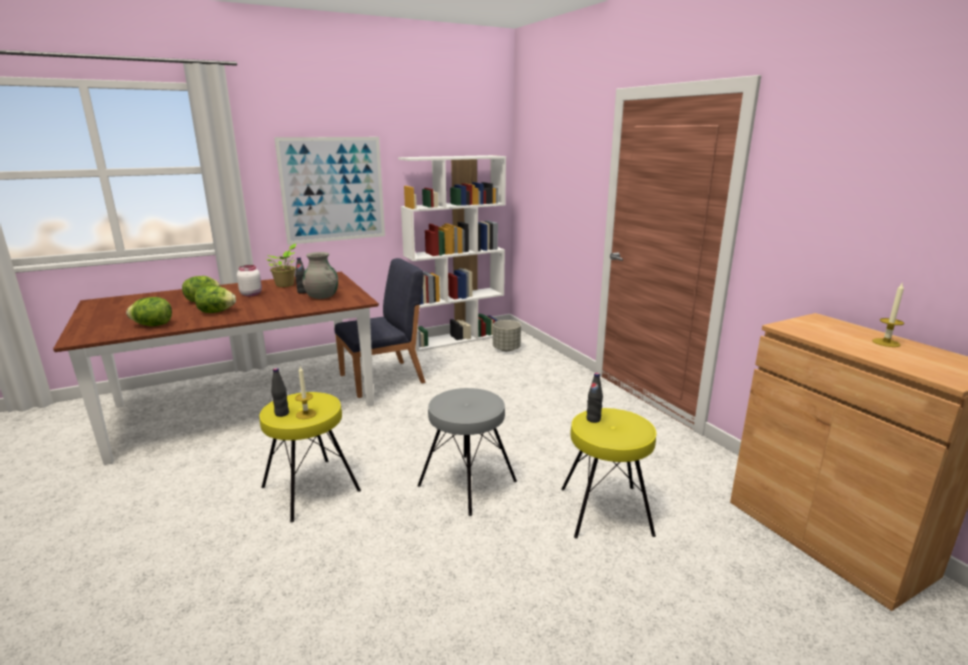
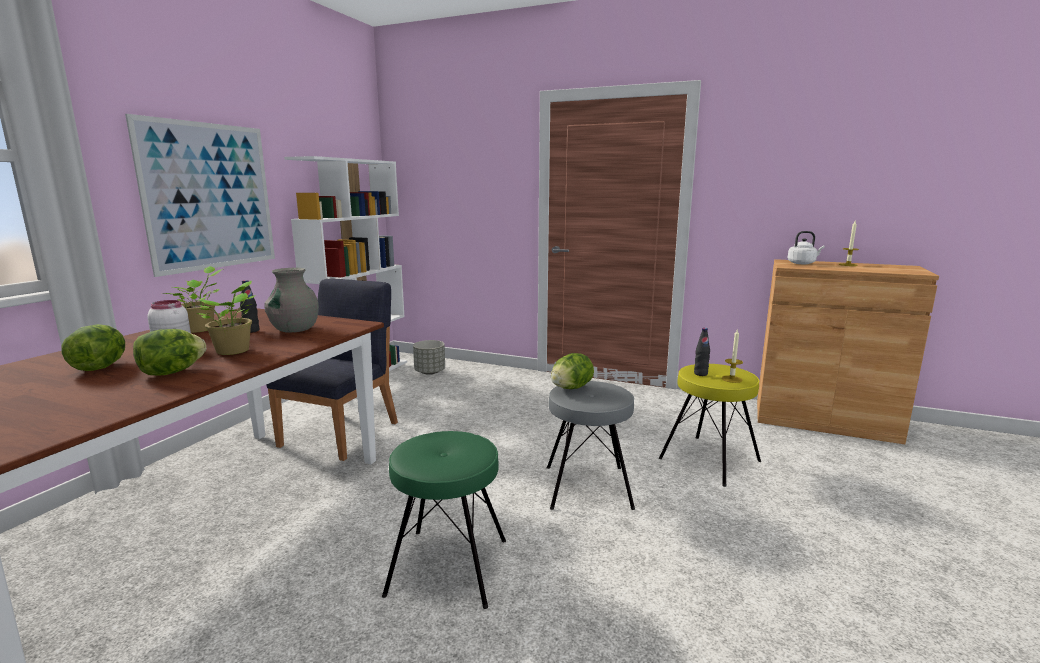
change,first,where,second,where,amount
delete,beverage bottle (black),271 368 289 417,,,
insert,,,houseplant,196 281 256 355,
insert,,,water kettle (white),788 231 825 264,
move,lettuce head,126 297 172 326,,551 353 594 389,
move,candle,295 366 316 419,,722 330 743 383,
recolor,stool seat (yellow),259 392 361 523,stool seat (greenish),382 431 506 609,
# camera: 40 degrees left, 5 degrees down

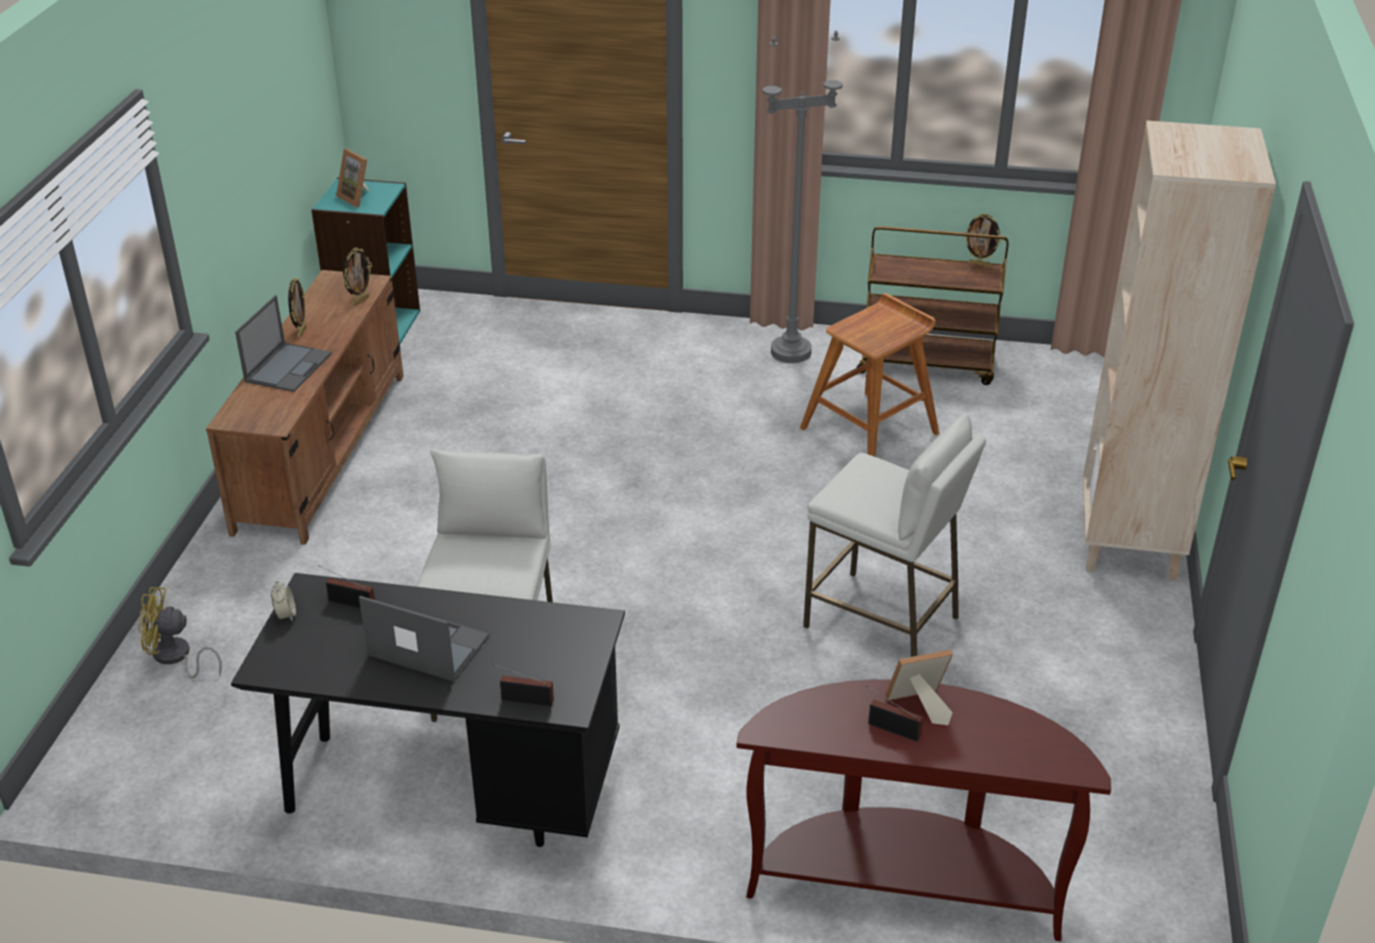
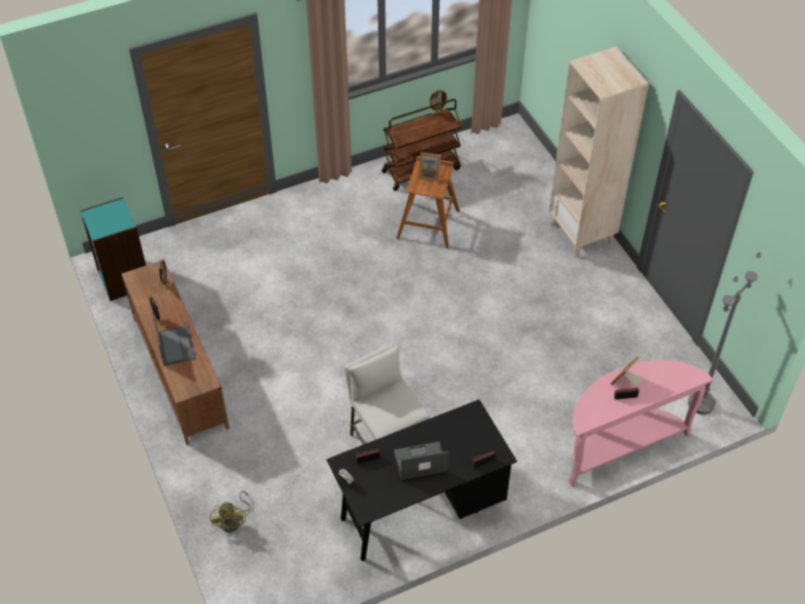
change,first,where,second,where,amount
delete,stool seat (white),803 414 986 657,,,
move,picture frame,336 149 369 207,,418 152 441 182,
move,floor lamp (greyish),763 30 843 363,,688 252 761 415,
recolor,console table (brownish),737 679 1111 941,console table (pink),569 360 713 486,
rotate,fan (yellow),138 587 222 679,,210 491 250 532,60 degrees counterclockwise
# camera: 35 degrees left, 15 degrees up

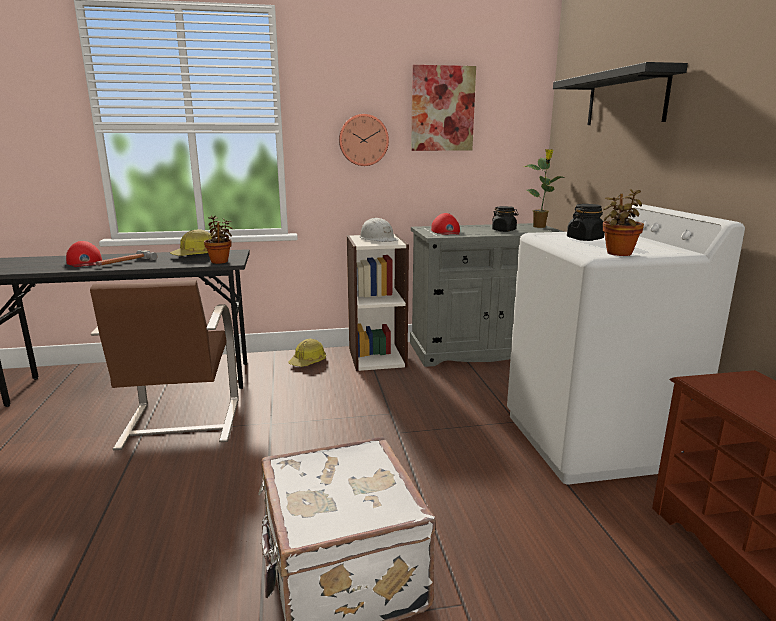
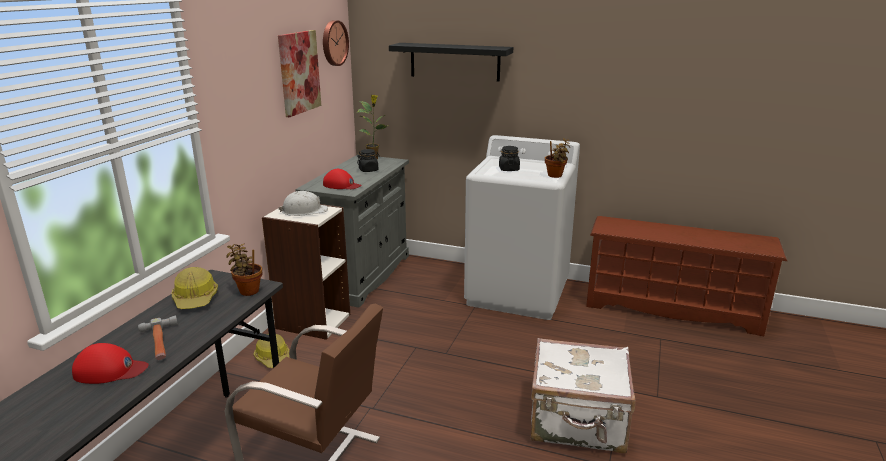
change,first,where,second,where,amount
move,wall clock,339 114 389 166,,323 20 349 66,
# camera: 60 degrees left, 5 degrees up

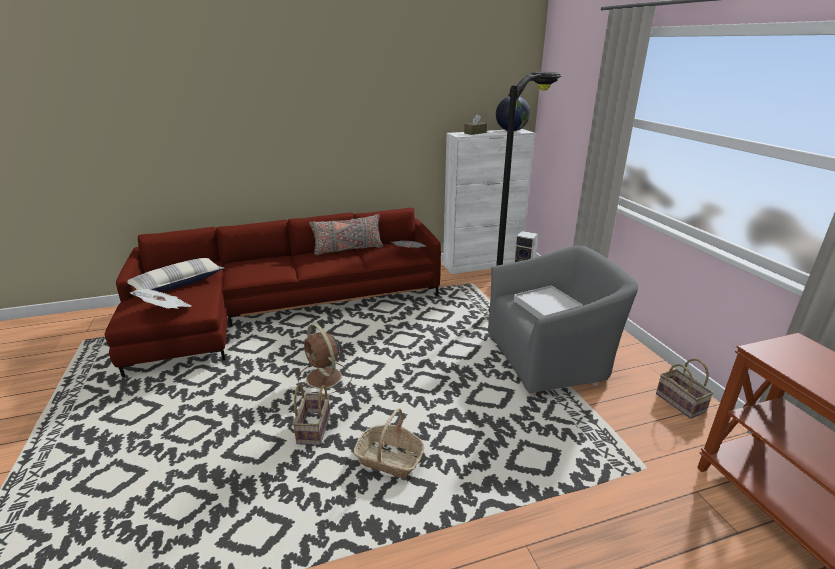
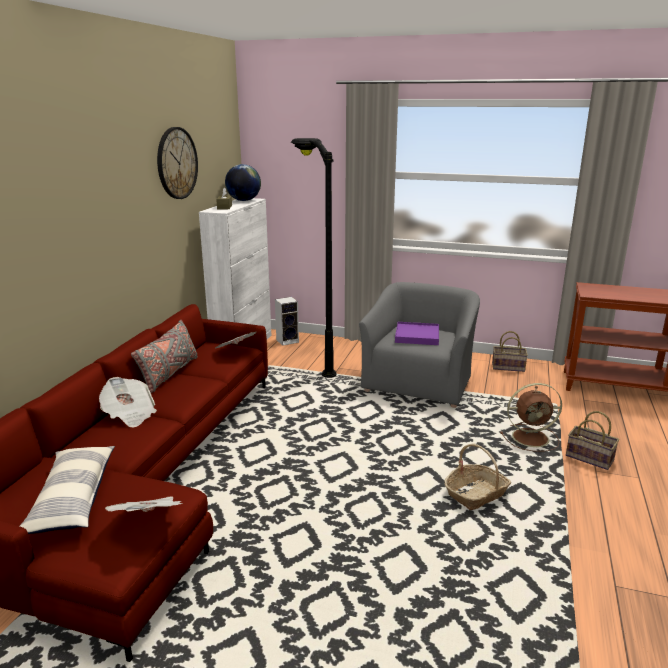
change,first,where,second,where,amount
insert,,,daily paper,99 377 157 427,
insert,,,wall clock,157 127 198 199,
move,basket,292 384 330 445,,566 411 619 470,
move,fan (brownish),297 324 352 394,,500 383 562 451,
recolor,tray (white),514 285 583 318,tray (purplish),395 322 439 345,
# camera: 55 degrees left, 5 degrees down

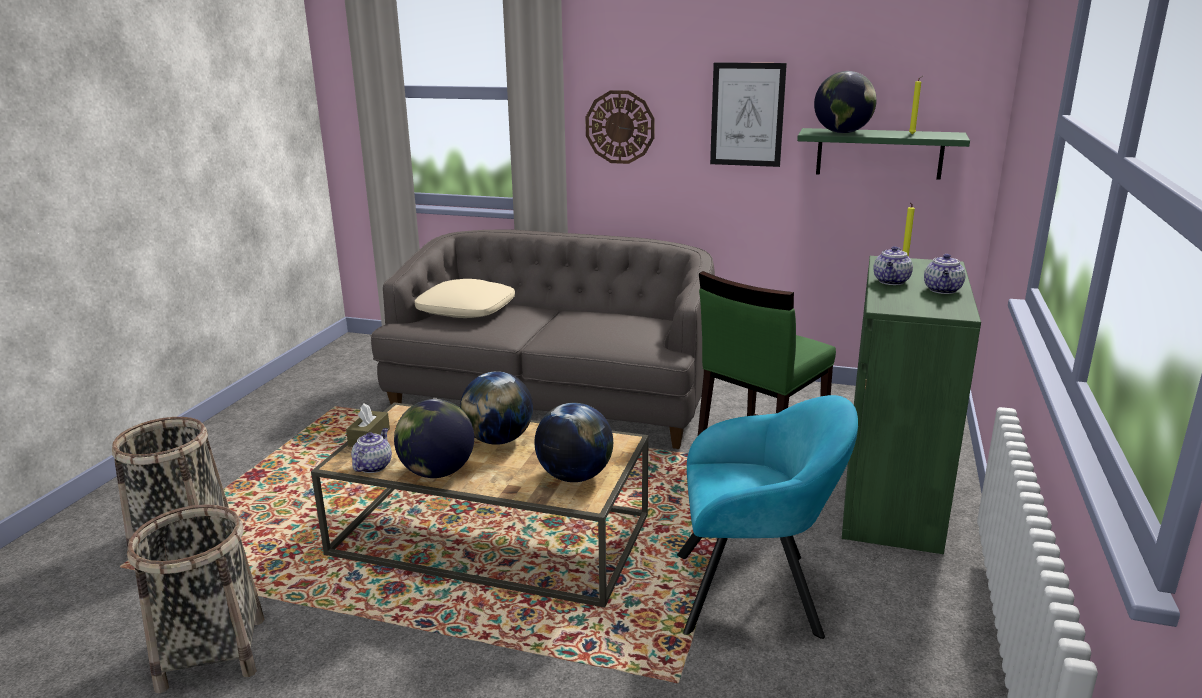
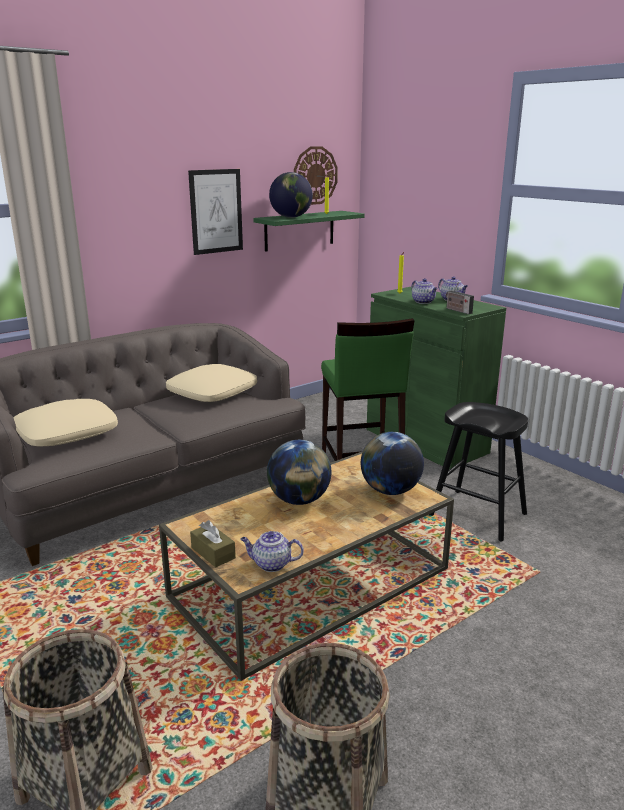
change,first,where,second,where,amount
delete,globe,394 399 474 478,,,
insert,,,pillow (beige),166 364 257 402,
insert,,,radio receiver,446 283 474 314,
move,wall clock,585 90 655 164,,294 146 338 205,
replace,armchair (turquoise),677 395 858 639,stool seat (black),429 402 528 542,
rotate,teapot,351 428 392 473,,240 531 304 572,45 degrees counterclockwise
# camera: 55 degrees left, 0 degrees up

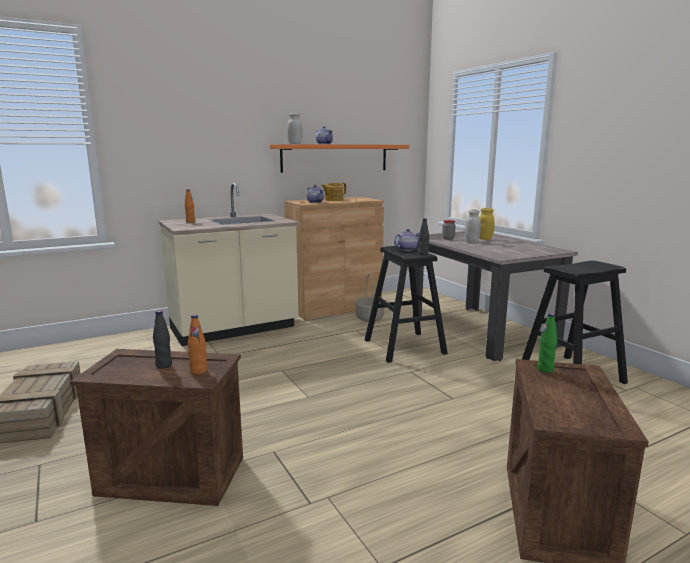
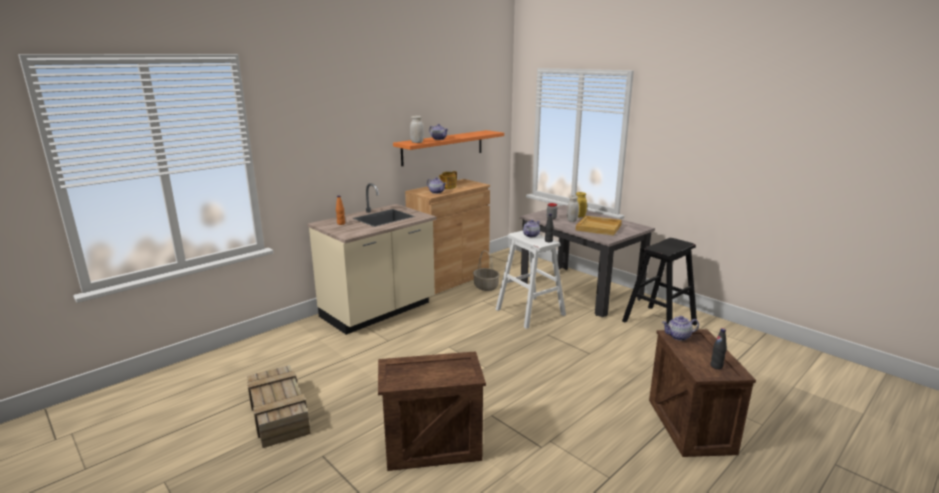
change,first,where,second,where,amount
delete,beverage bottle (orange),188 315 207 374,,,
insert,,,tray (beige),576 216 622 236,
move,beverage bottle (black),153 310 172 369,,710 328 727 369,
replace,beverage bottle (greenish),537 313 557 373,teapot,662 316 699 341,
recolor,stool seat (black),365 246 448 363,stool seat (white),496 231 566 329,
# camera: 15 degrees left, 5 degrees up

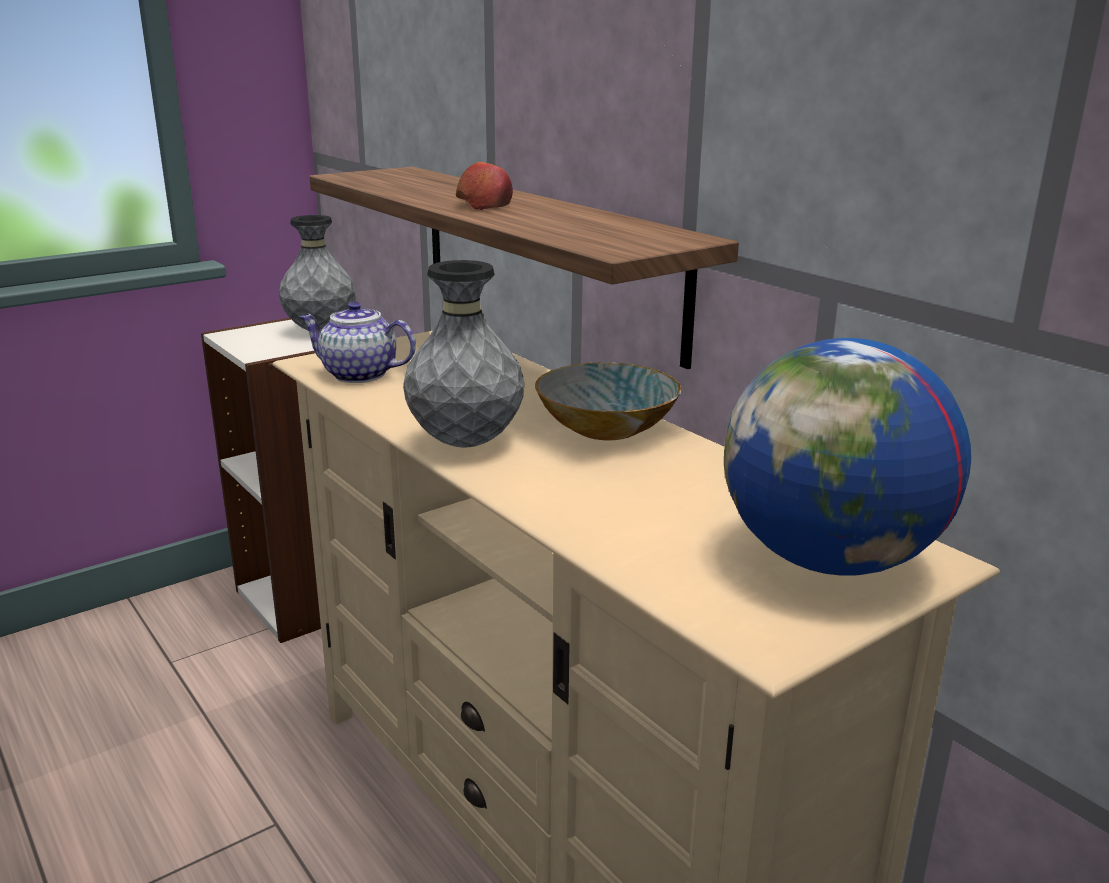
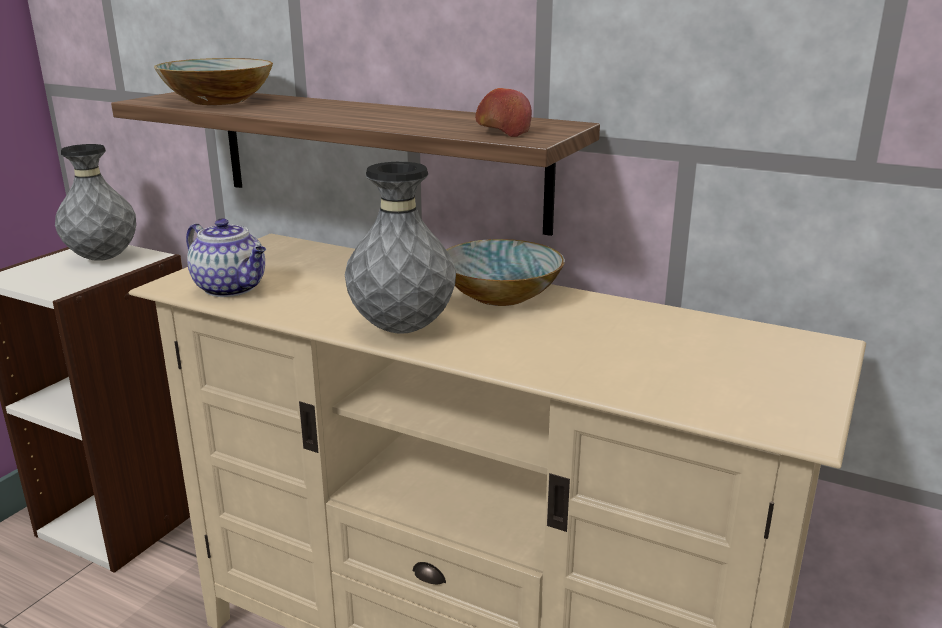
change,first,where,second,where,amount
delete,globe,724 338 971 576,,,
insert,,,bowl,154 58 273 105,
move,apple fruit,456 162 513 210,,475 88 532 137,
rotate,teapot,299 301 416 383,,186 218 266 297,135 degrees counterclockwise
# camera: 25 degrees left, 0 degrees up

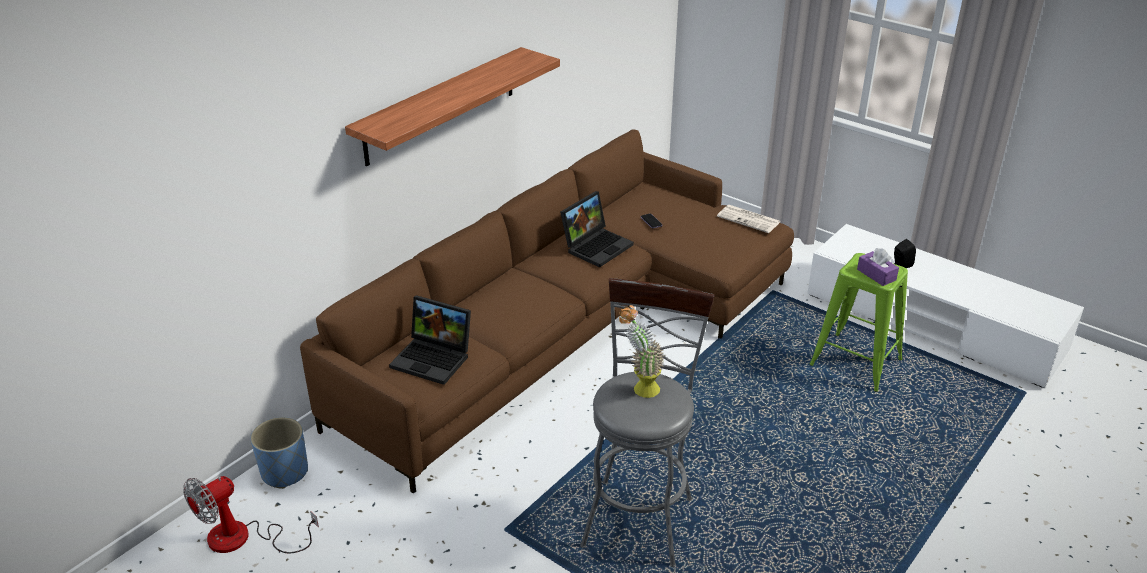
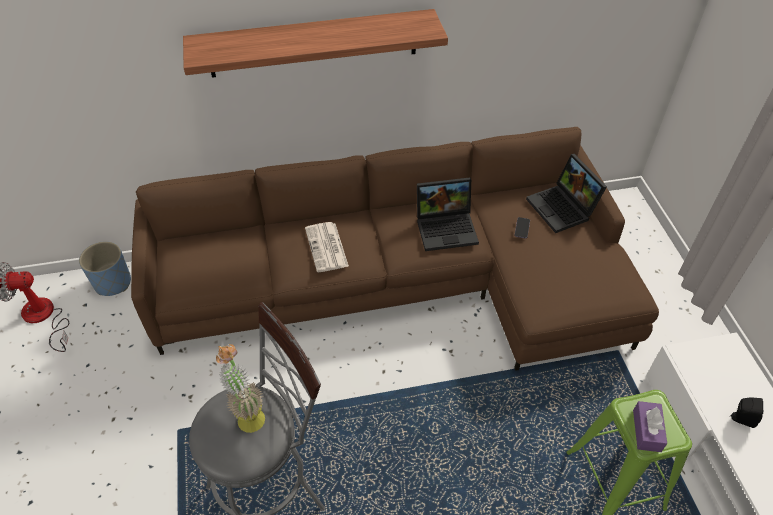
change,first,where,second,where,amount
move,notebook computer,389 295 471 385,,526 154 607 233,
move,daily paper,717 205 780 233,,305 222 349 272,
# camera: 40 degrees right, 15 degrees up

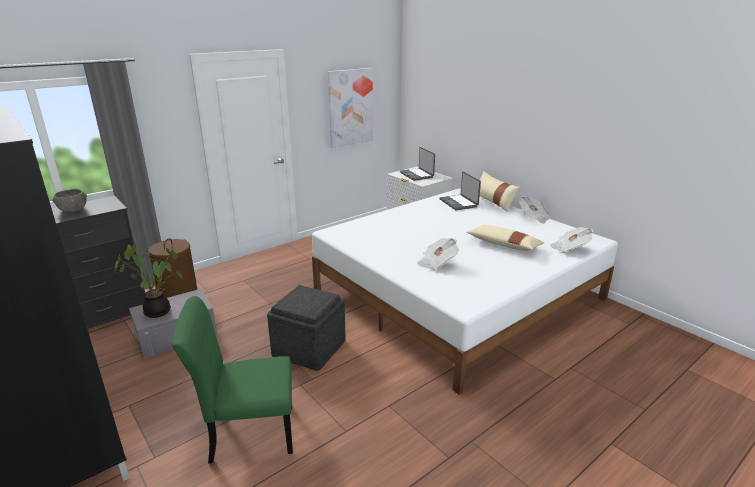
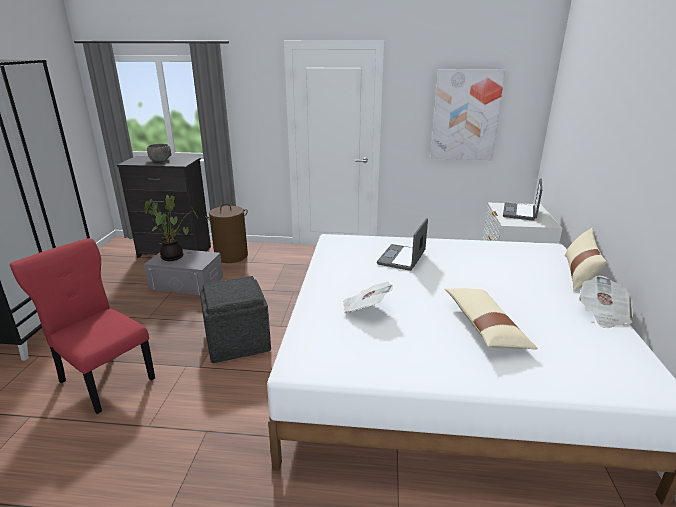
change,first,where,second,where,amount
delete,daily paper,550 227 594 253,,,
move,notebook computer,439 172 481 210,,377 218 428 271,
recolor,chair (greenish),172 296 293 464,chair (red),10 238 155 414,
# camera: 45 degrees right, 0 degrees up

